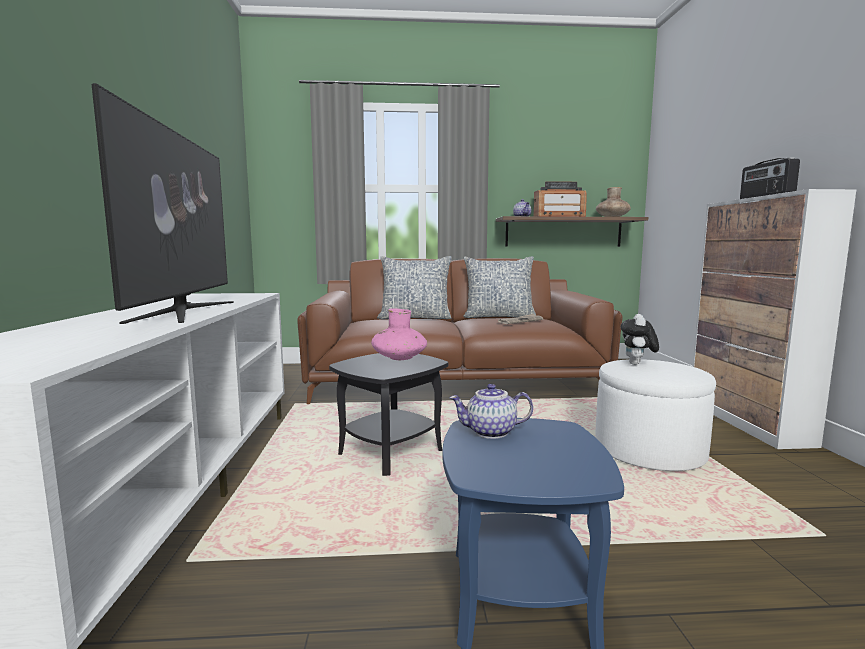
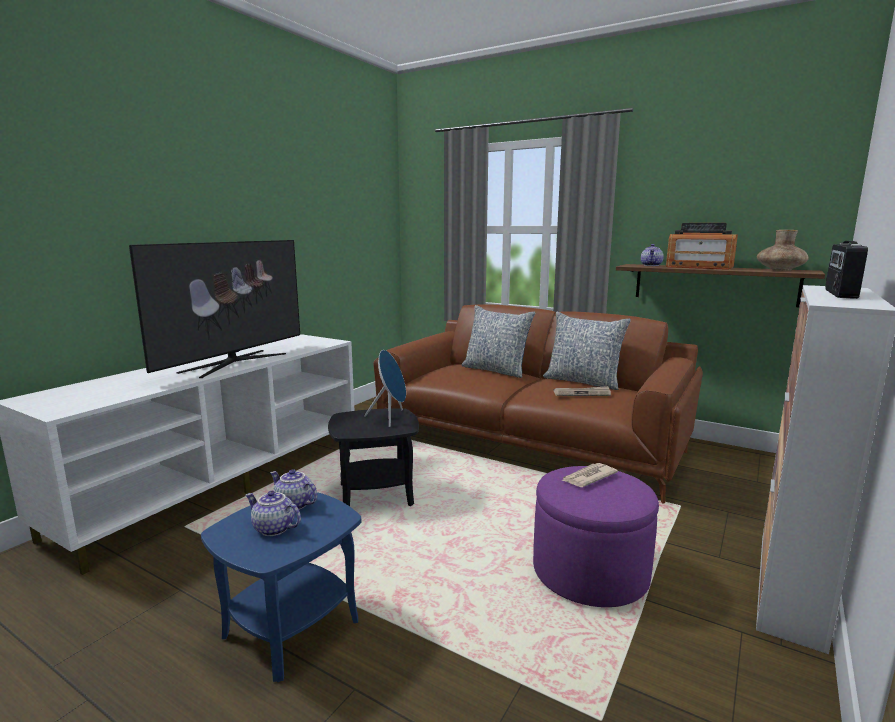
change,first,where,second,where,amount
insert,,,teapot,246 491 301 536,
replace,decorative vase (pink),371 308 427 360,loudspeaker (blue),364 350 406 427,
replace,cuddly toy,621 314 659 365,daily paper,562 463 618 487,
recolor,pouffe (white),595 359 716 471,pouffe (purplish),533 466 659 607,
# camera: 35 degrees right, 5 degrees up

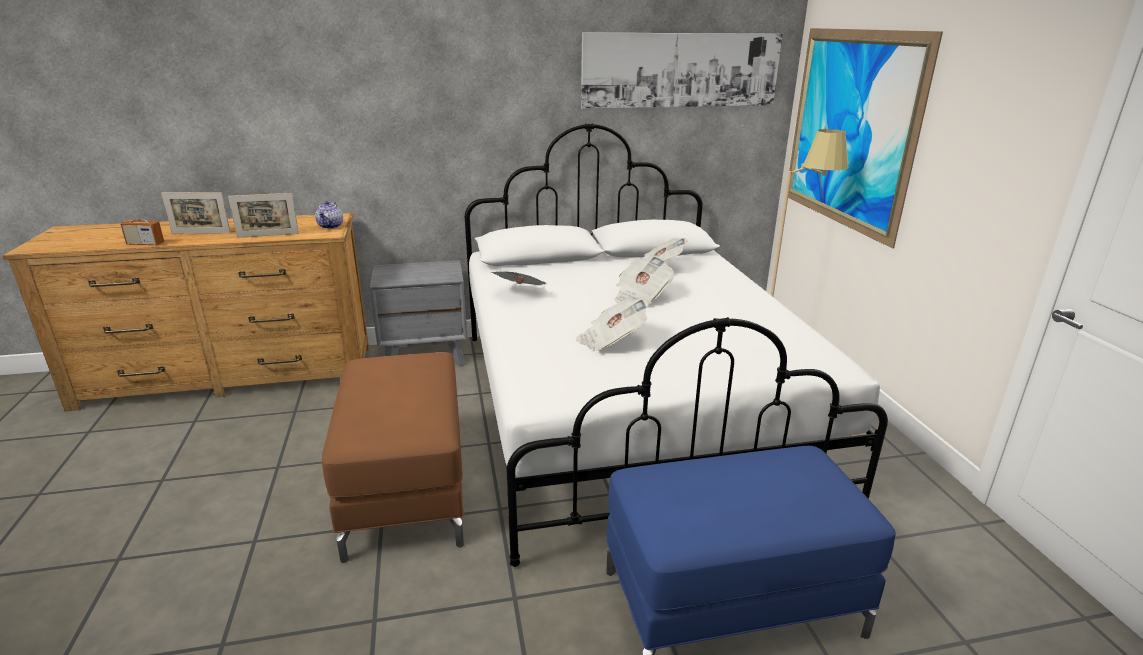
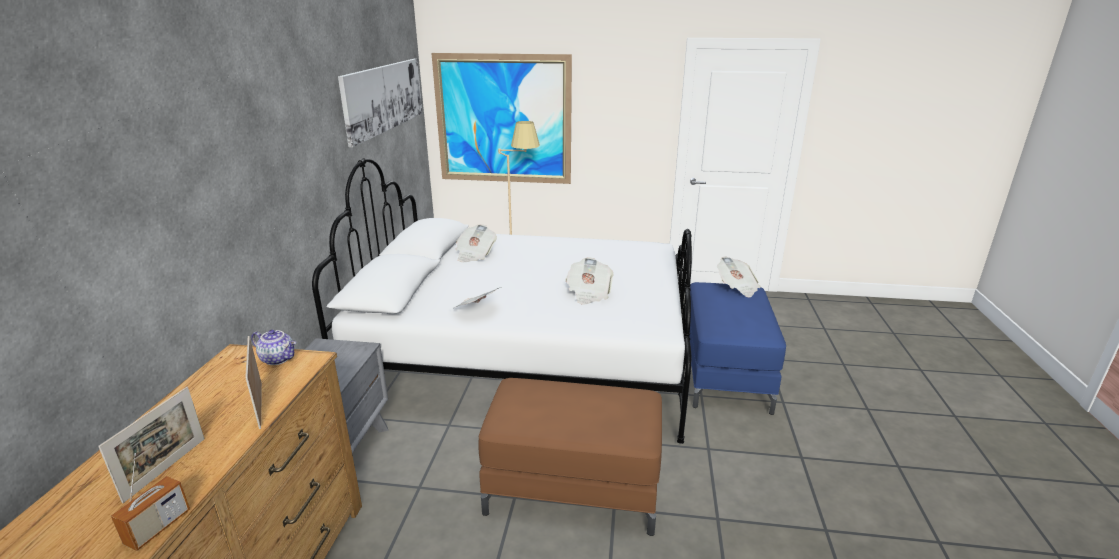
change,first,where,second,where,amount
move,daily paper,615 256 674 304,,717 256 761 298,
rotate,picture frame,228 193 299 238,,245 336 262 429,150 degrees clockwise
# camera: 70 degrees left, 0 degrees up

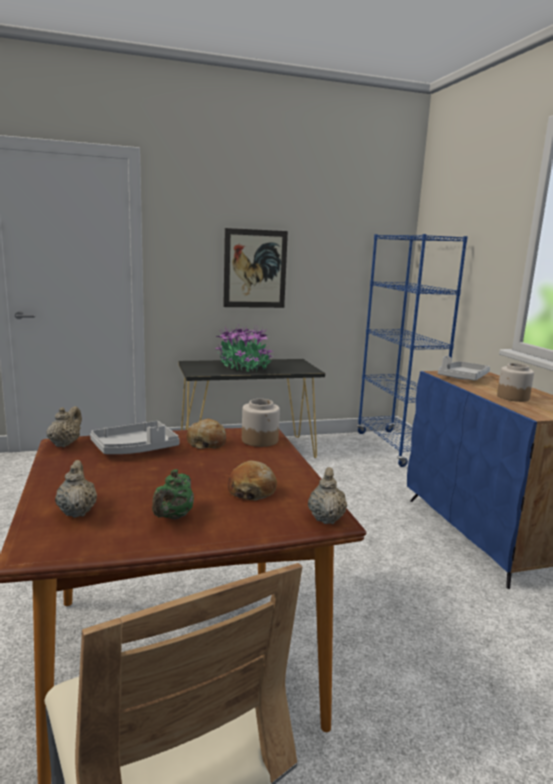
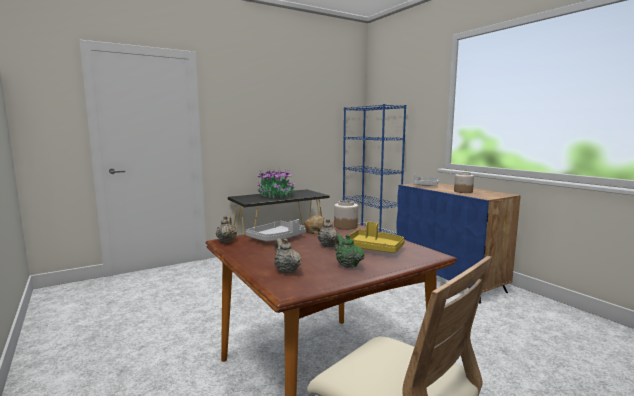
change,first,where,second,where,amount
delete,picture,223 228 288 308,,,
move,teapot (beige),308 467 347 524,,318 219 338 247,
replace,bread,228 460 277 500,tray (yellow),349 222 405 253,
rotate,teapot (greenish),152 469 194 520,,334 234 364 268,150 degrees clockwise
# camera: 15 degrees left, 5 degrees down

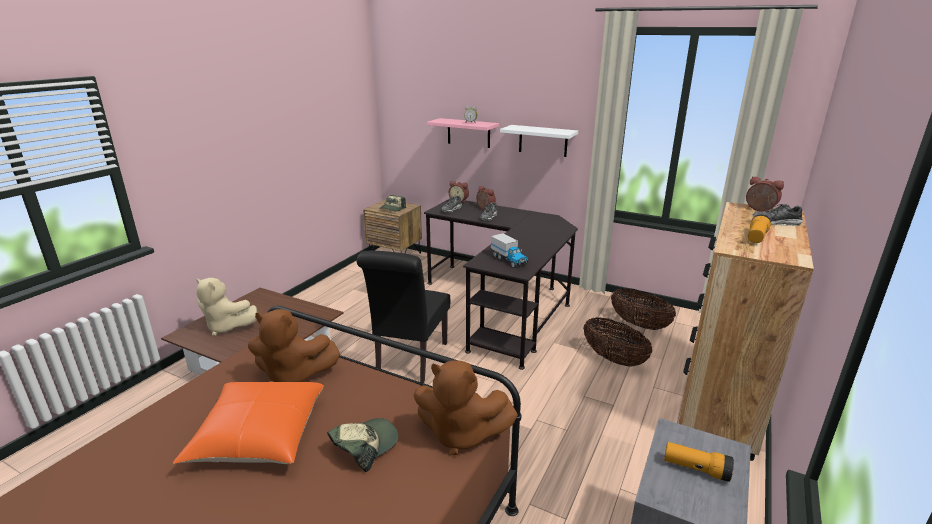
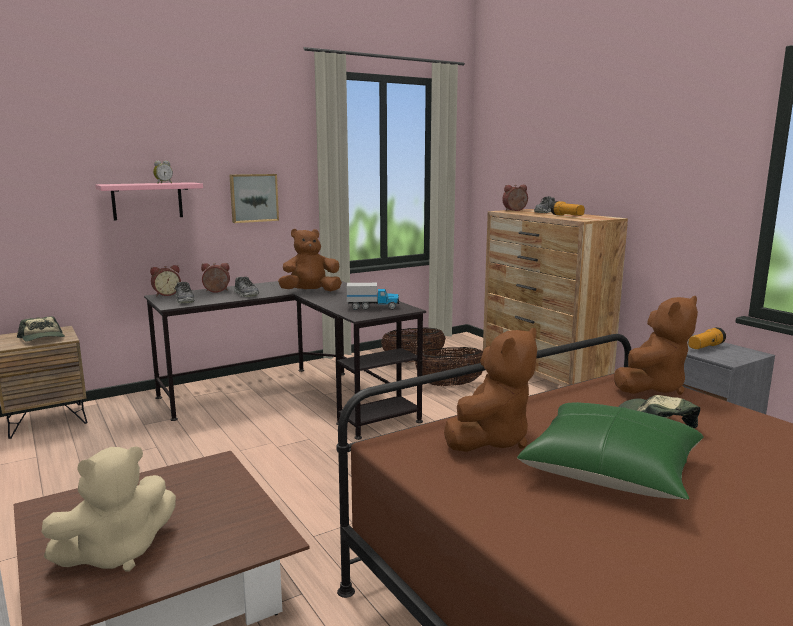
change,first,where,second,where,amount
delete,chair (black),357 251 450 383,,,
insert,,,cuddly toy (brownish),278 229 342 291,
replace,bracket shelf (white),500 125 578 157,picture,229 174 279 223,
recolor,pillow (orange),173 381 324 464,pillow (greenish),517 402 704 499,
# camera: 60 degrees left, 10 degrees down

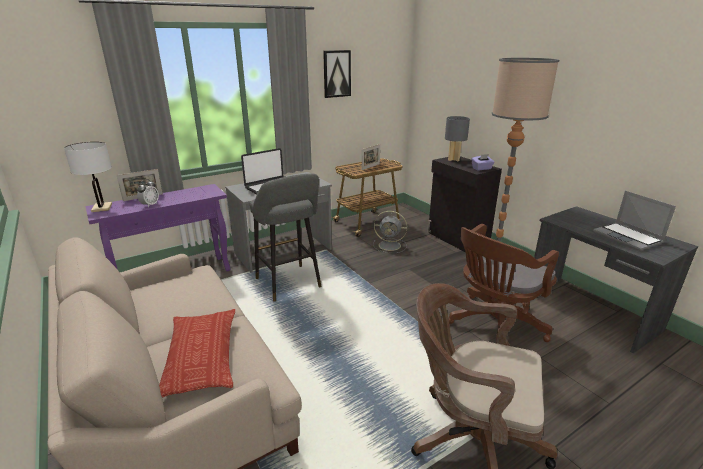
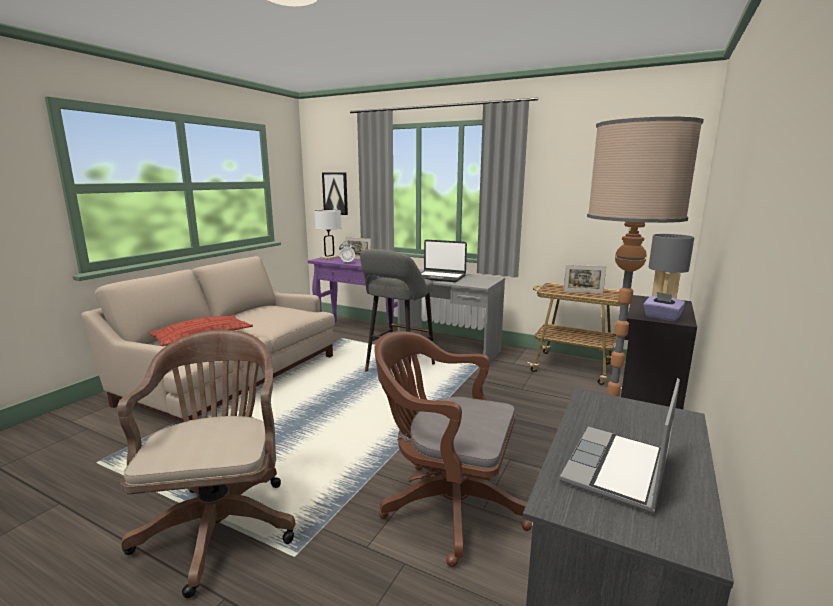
change,first,where,second,where,amount
delete,fan (greyish),373 211 407 253,,,
move,picture,323 50 351 98,,322 172 348 215,
# camera: 60 degrees right, 10 degrees down

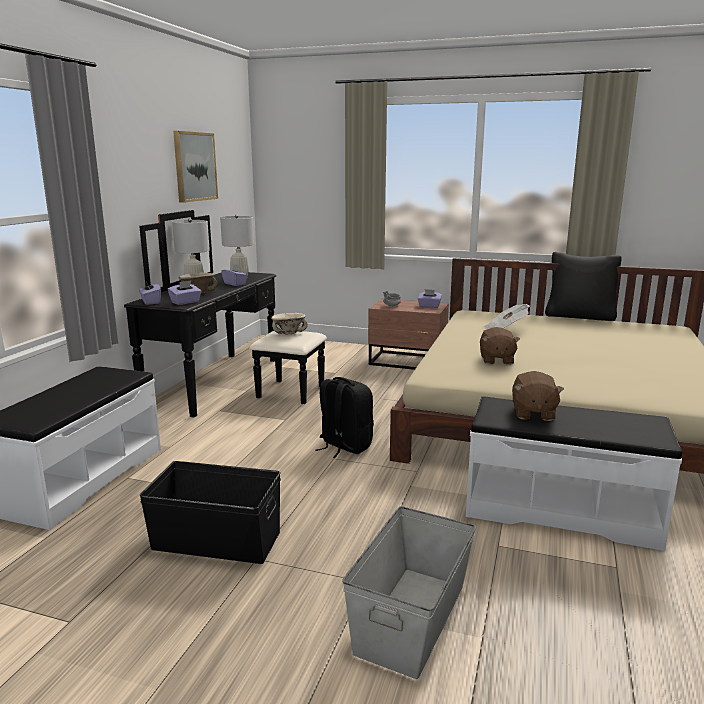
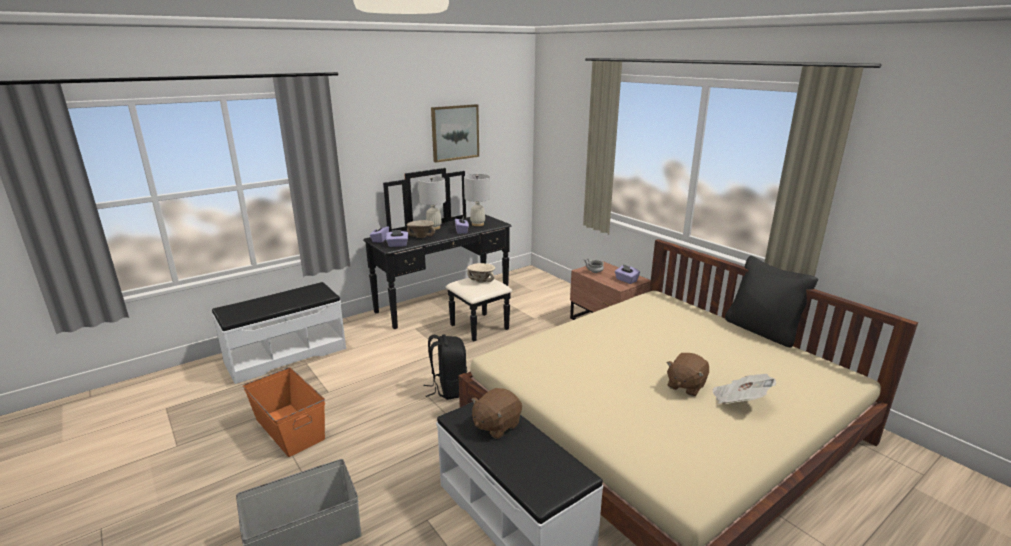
change,first,where,second,where,amount
move,cuddly toy (brownish),480 327 520 365,,666 353 709 396,
move,daily paper,483 304 530 330,,712 374 776 404,
recolor,storage container (black),139 461 281 564,storage container (orange),243 367 325 457,
# camera: 35 degrees right, 5 degrees up

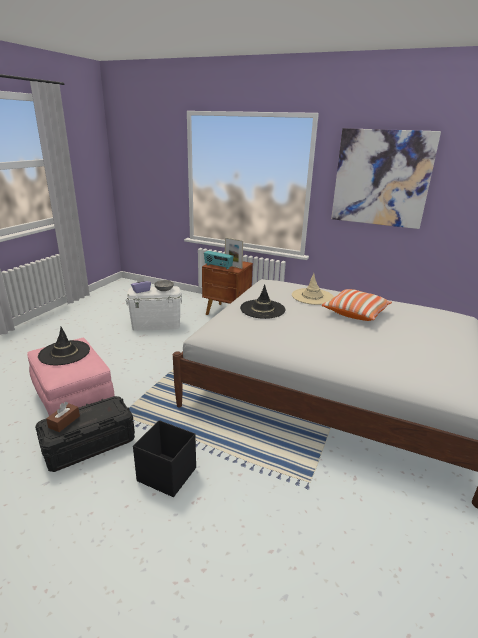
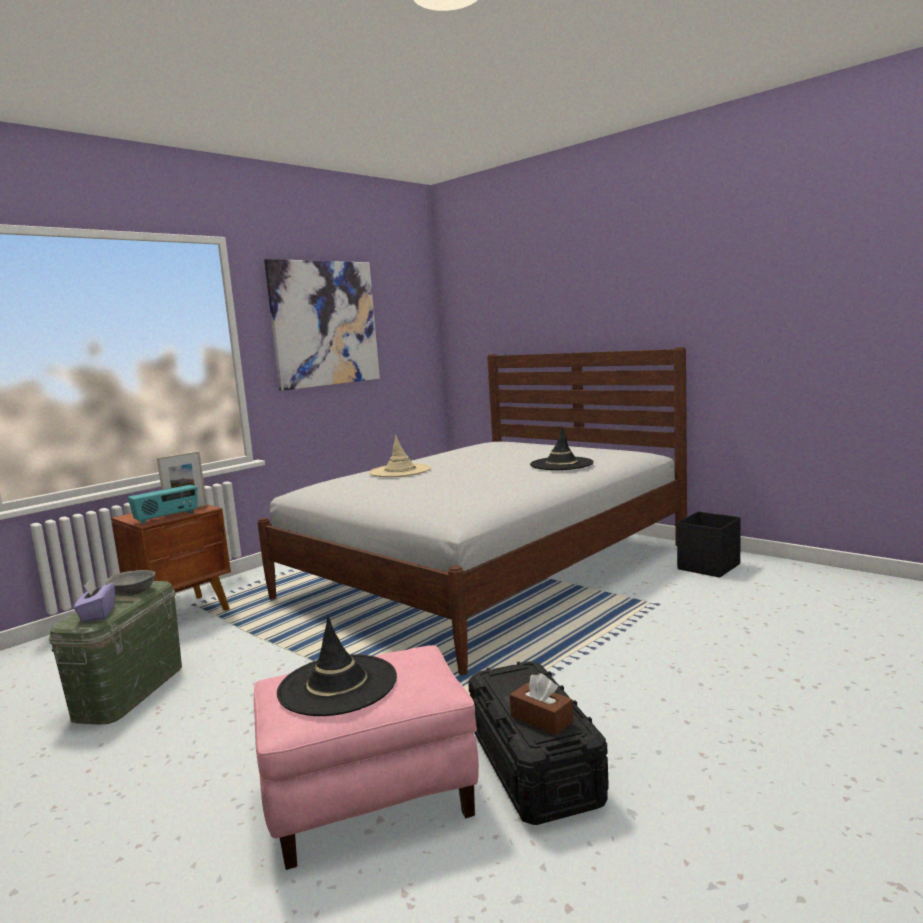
change,first,where,second,where,amount
delete,pillow,322 289 392 321,,,
move,storage container (black),133 420 196 497,,677 511 741 578,
move,hat (black),240 284 285 319,,530 426 594 470,
recolor,storage container (white),126 286 182 331,storage container (greenish),49 581 182 725,
# camera: 70 degrees left, 15 degrees down

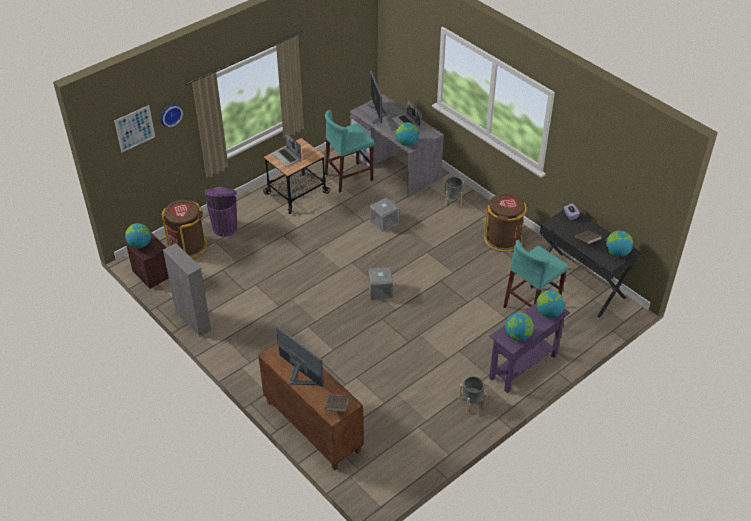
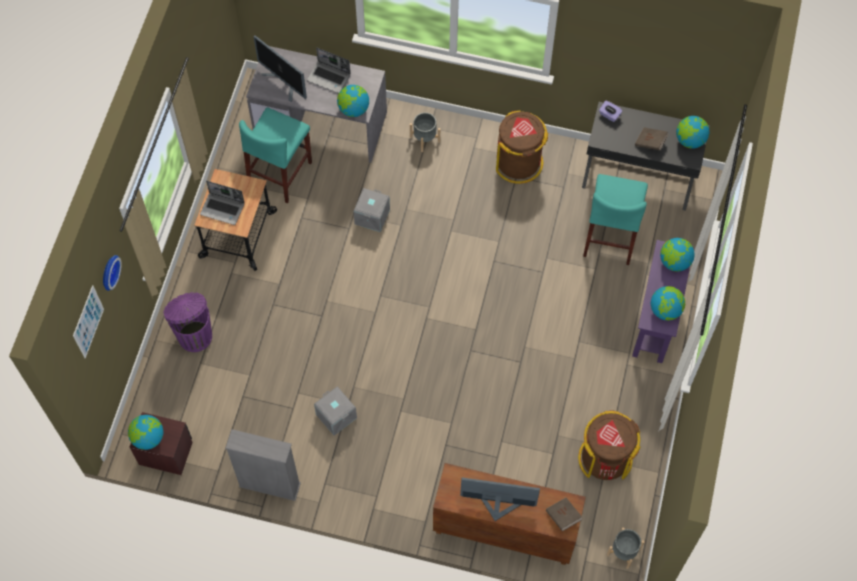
change,first,where,second,where,amount
move,rubbish bin (brownish),161 200 207 258,,578 410 640 480,
move,storage container (greyish),369 267 393 300,,314 386 357 436,
move,plant pot (greyish),459 376 487 413,,607 528 645 569,
# camera: 35 degrees left, 20 degrees up

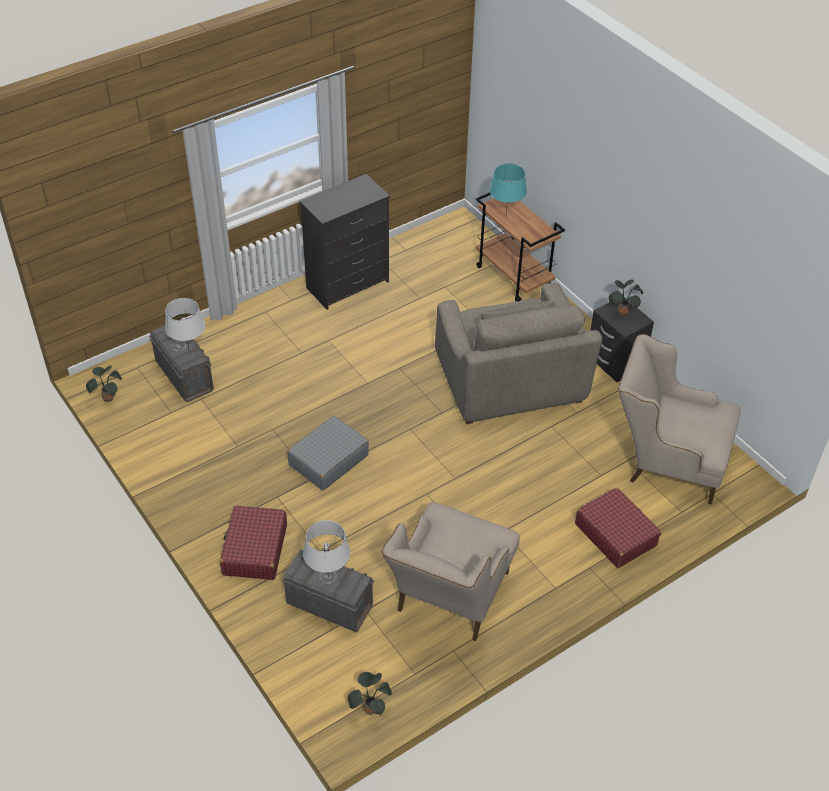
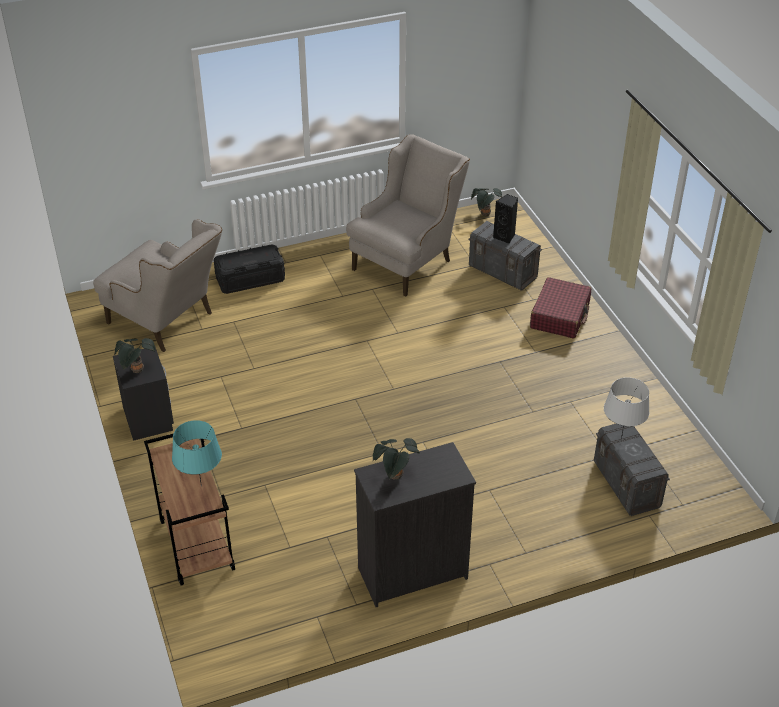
change,first,where,second,where,amount
delete,suitcase (greyish),288 416 369 490,,,
delete,armchair (greyish),435 283 603 424,,,
move,houseplant,86 365 122 402,,373 438 420 480,
replace,tabletop lamp (greyish),303 520 350 578,loudspeaker (black),493 194 518 244,
replace,suitcase (red),575 488 661 568,storage container (black),214 244 285 294,
# camera: 165 degrees left, 5 degrees down

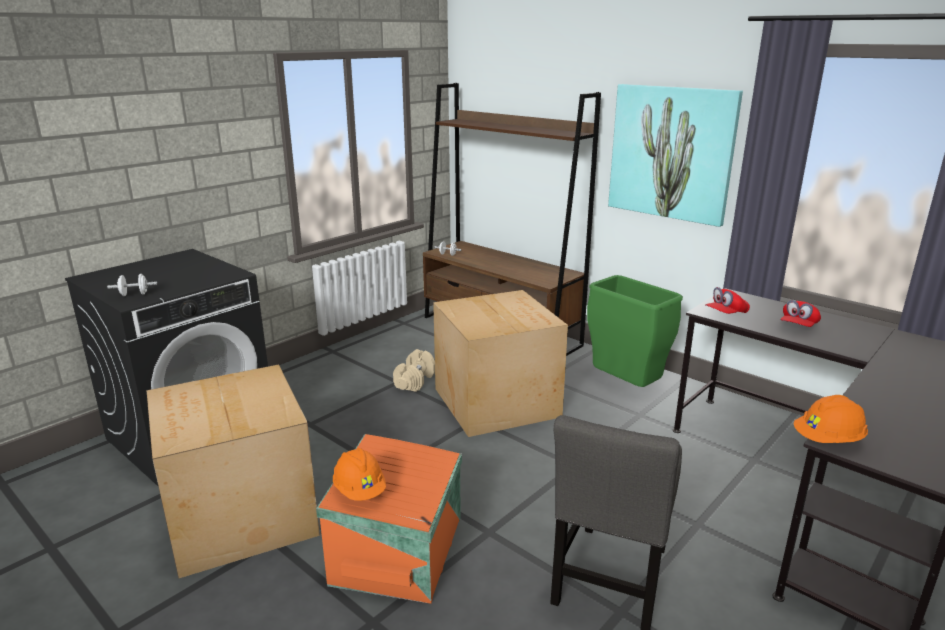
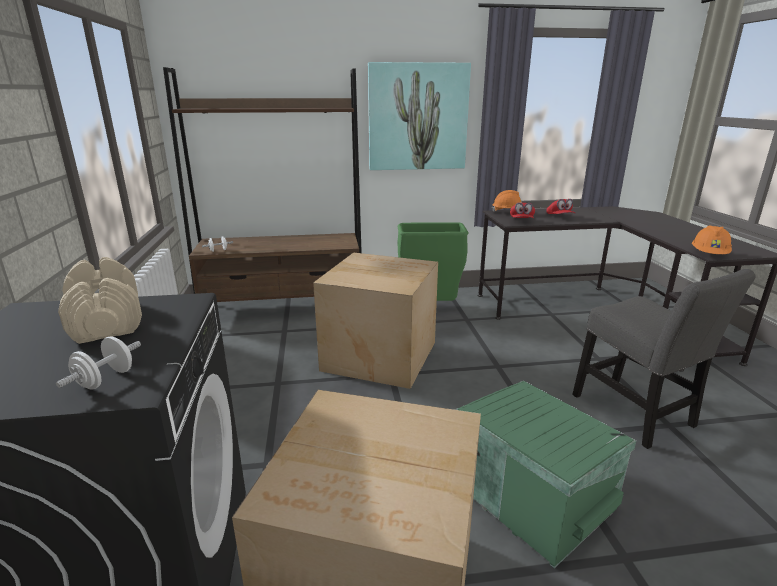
change,first,where,second,where,amount
move,safety helmet (orange),333 448 386 501,,492 190 522 212,
move,dumbbell (beige),393 349 435 392,,58 257 142 344,
recolor,storage container (orange),316 434 462 604,storage container (greenish),455 381 636 568,
# camera: 50 degrees left, 0 degrees up

